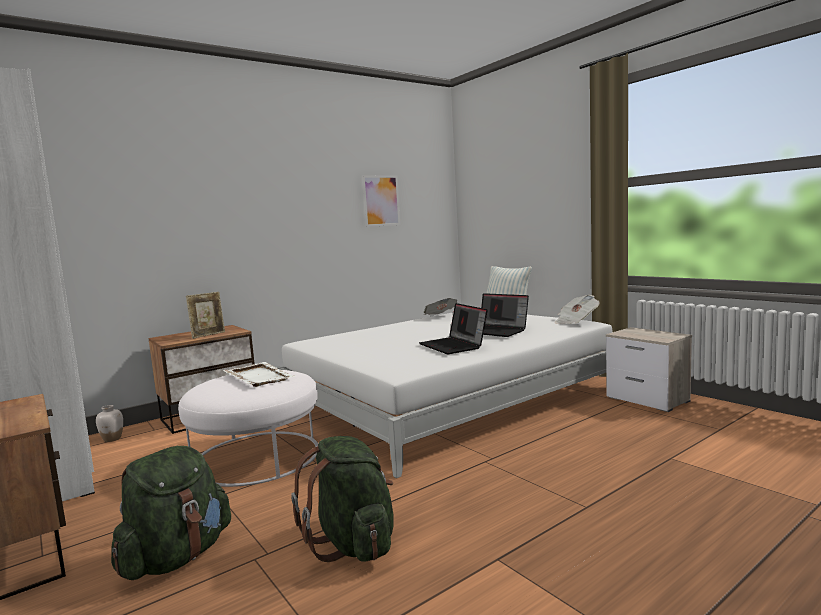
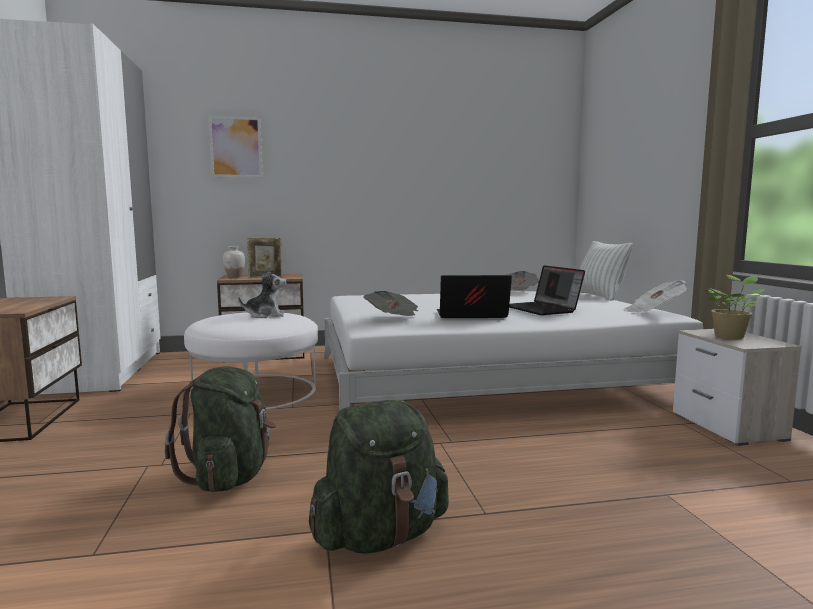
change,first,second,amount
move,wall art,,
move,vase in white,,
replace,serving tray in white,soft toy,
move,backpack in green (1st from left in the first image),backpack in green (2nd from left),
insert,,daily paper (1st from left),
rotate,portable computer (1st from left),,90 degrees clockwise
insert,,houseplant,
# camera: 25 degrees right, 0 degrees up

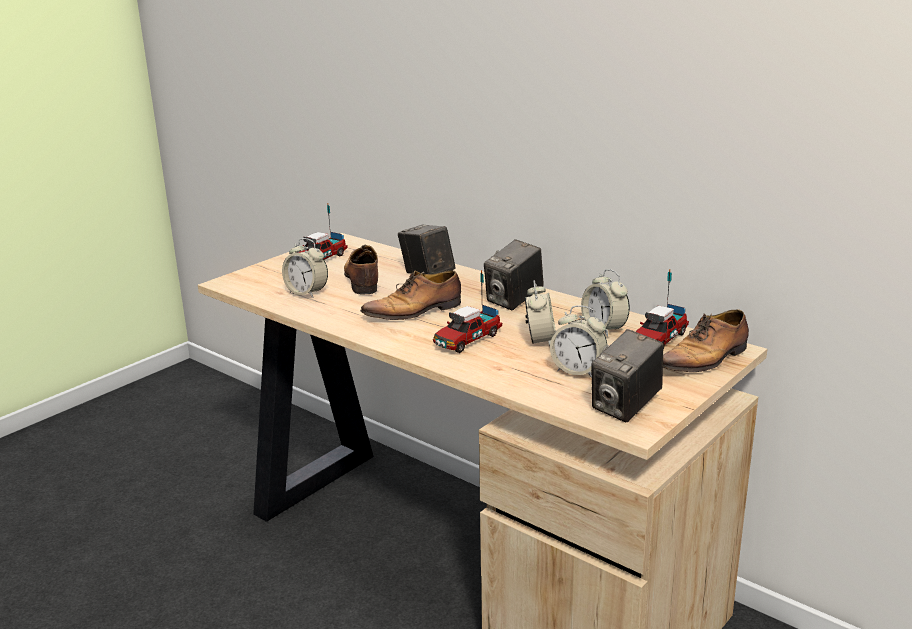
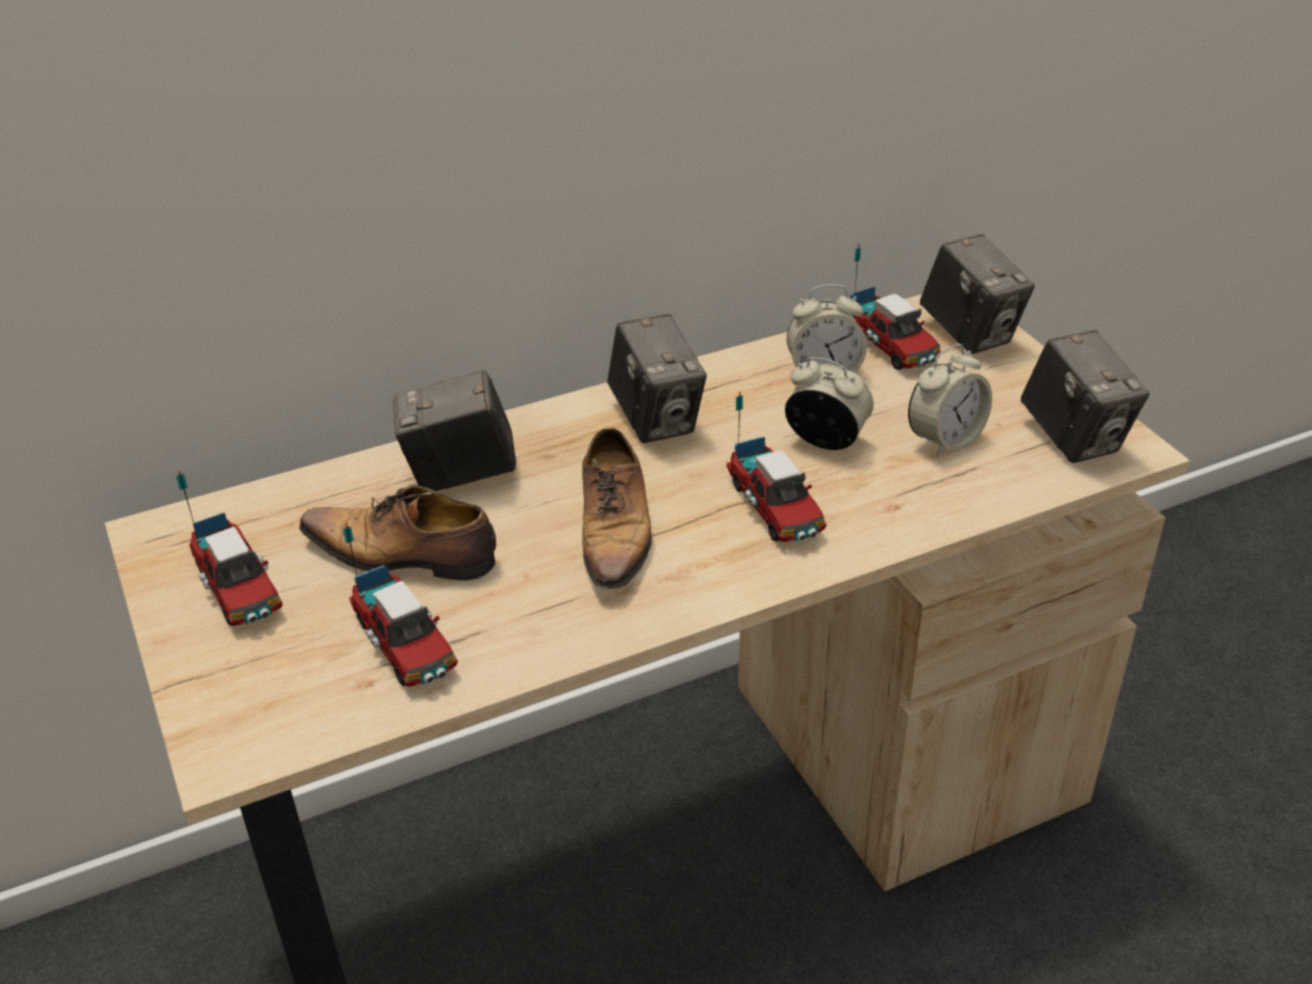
change,first,second,amount
replace,bedside clock (1st from left),toy lorry (2nd from left),
replace,item of footwear (3rd from left),photo camera (3rd from left),
# camera: 65 degrees left, 15 degrees up

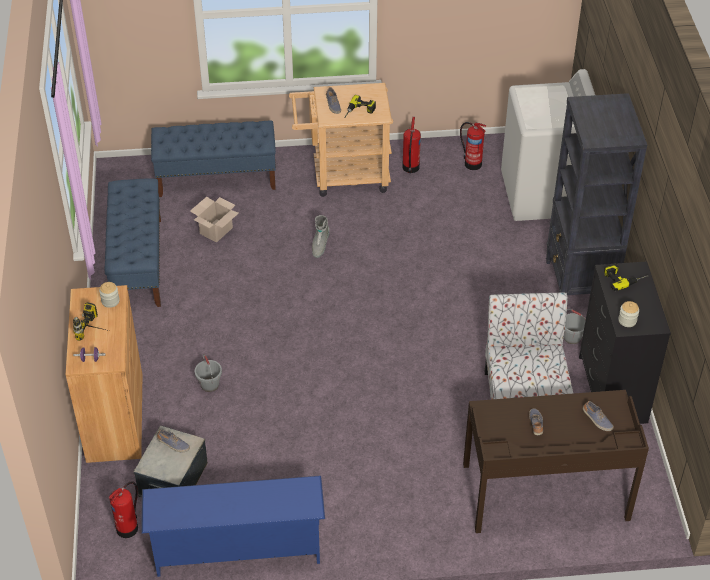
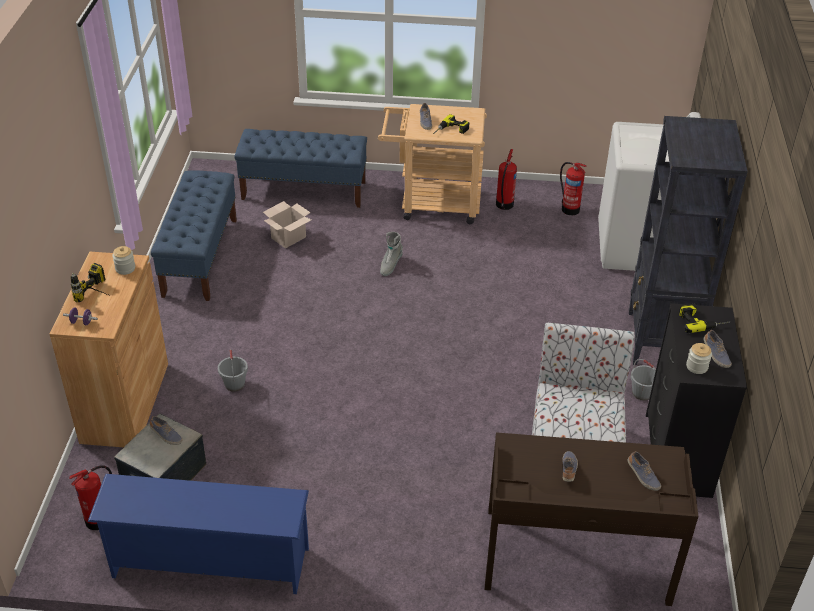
change,first,second,amount
insert,,item of footwear (5th from left),
# camera: 10 degrees right, 5 degrees down

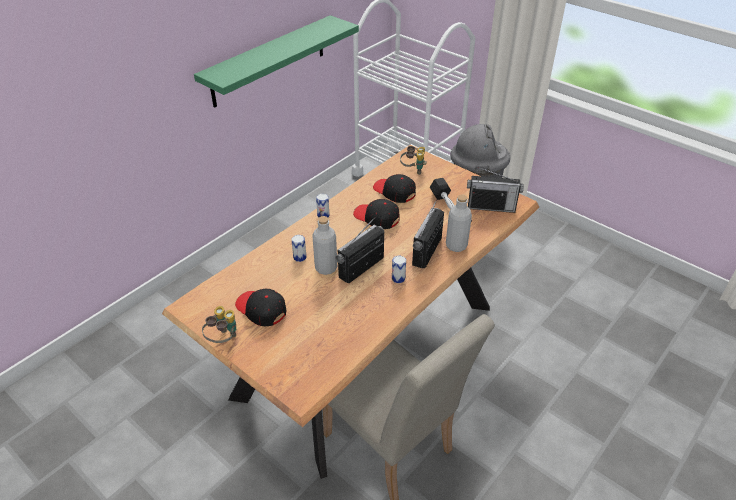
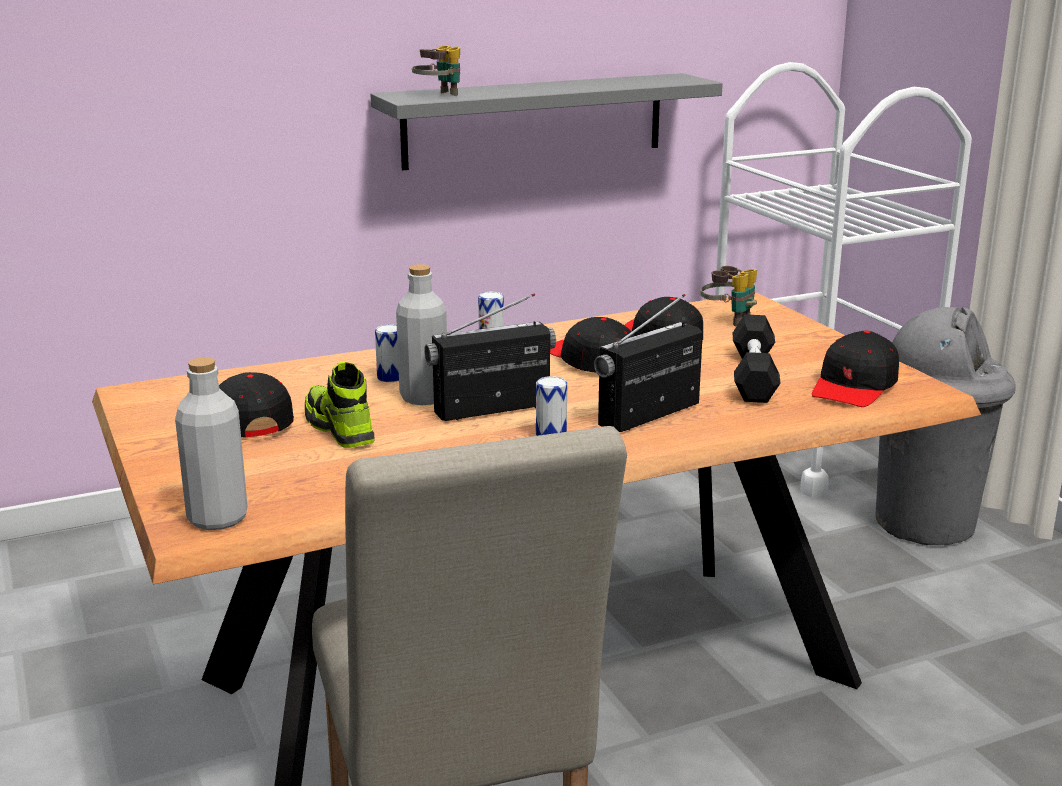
change,first,second,amount
move,beverage bottle in gray (2nd from left in the first image),beverage bottle in gray (1st from left),
insert,,item of footwear,
recolor,wall shelf in green,wall shelf in gray,
move,pair of binoculars (1st from left),,
replace,radio (3rd from left),cap in blackish (4th from left),
# camera: 25 degrees right, 20 degrees down

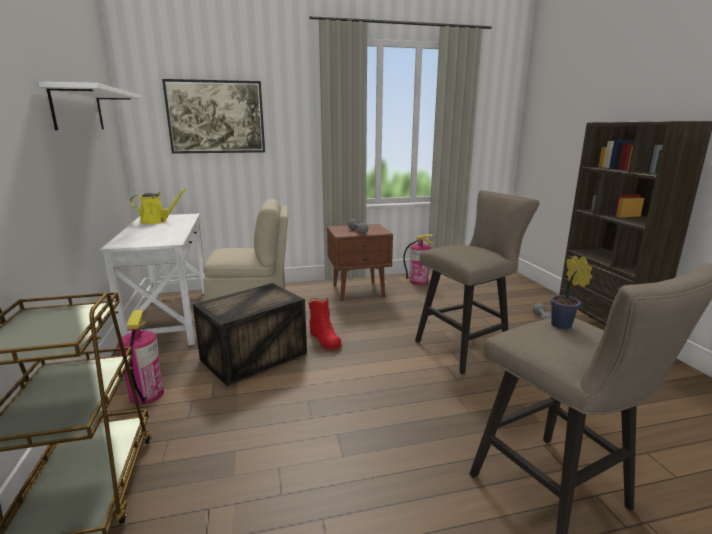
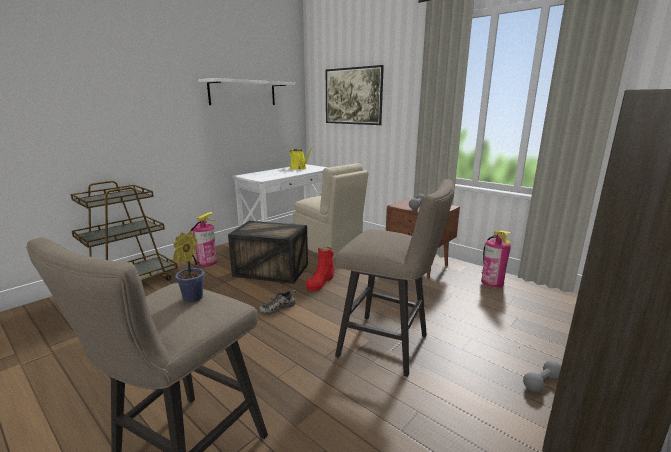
change,first,second,amount
insert,,item of footwear,
# camera: 55 degrees right, 0 degrees up

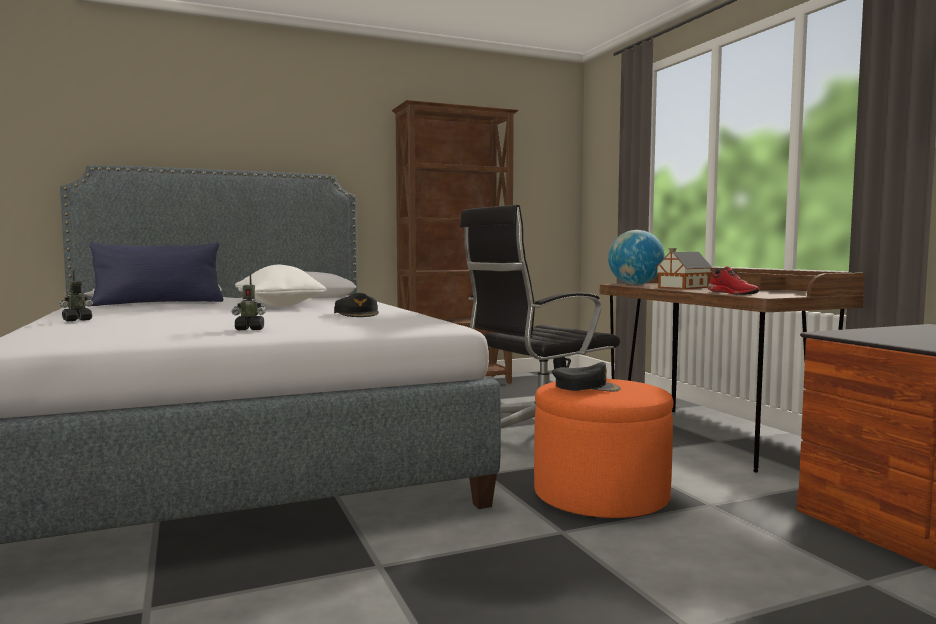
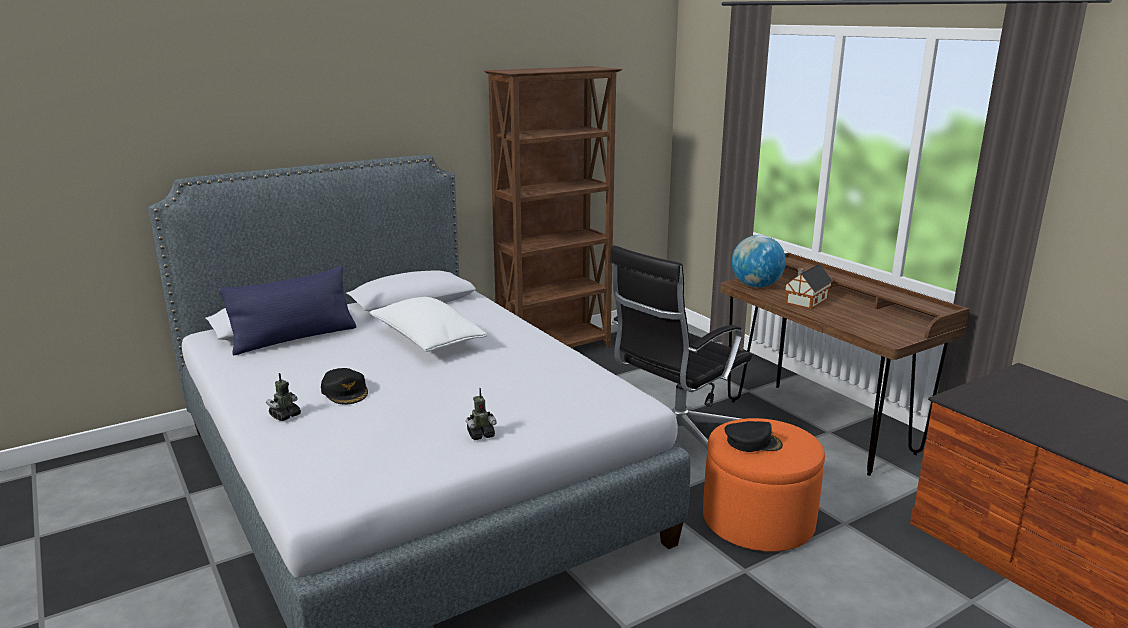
change,first,second,amount
move,cap in blackish (1st from left),,
delete,item of footwear in reddish,,
# camera: 10 degrees left, 15 degrees up

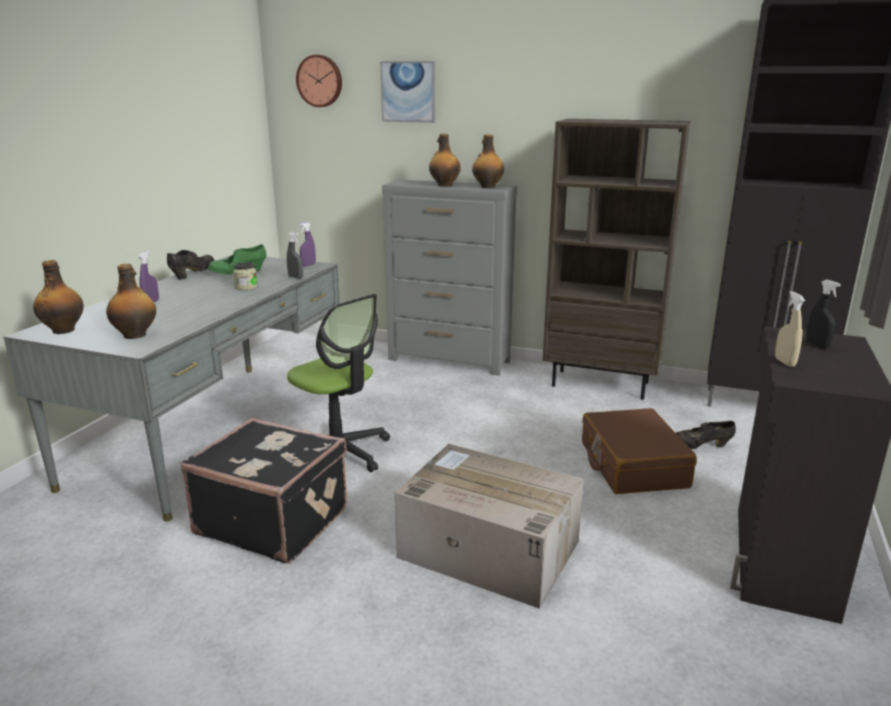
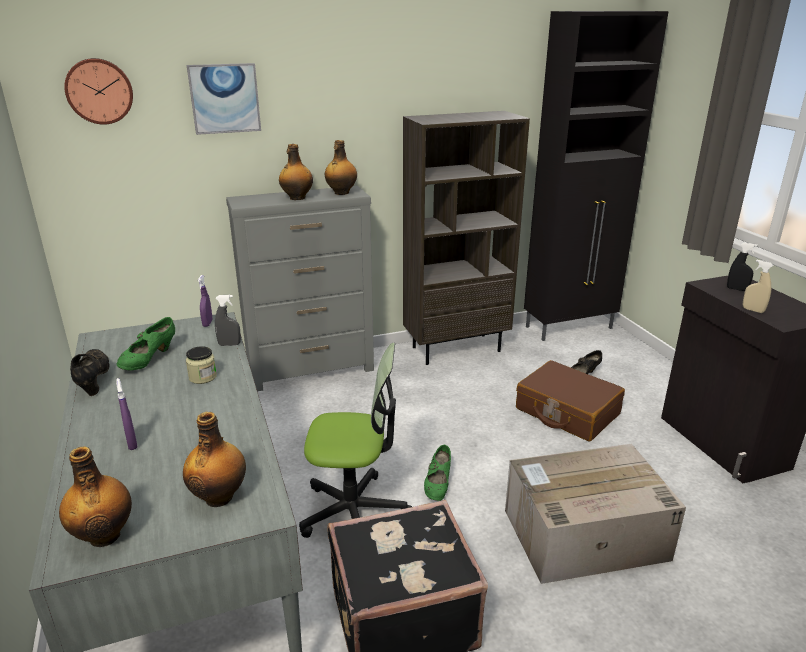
change,first,second,amount
insert,,item of footwear in green (2nd from left),
# camera: 40 degrees left, 5 degrees up

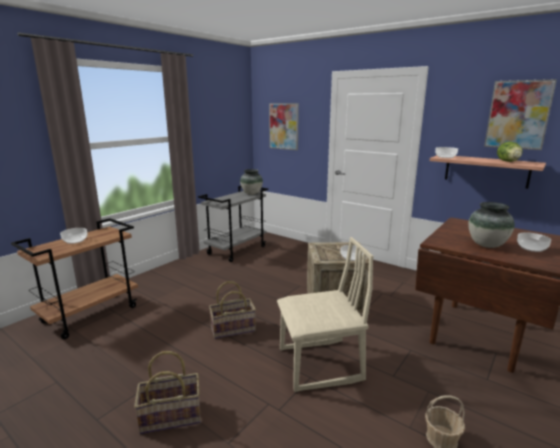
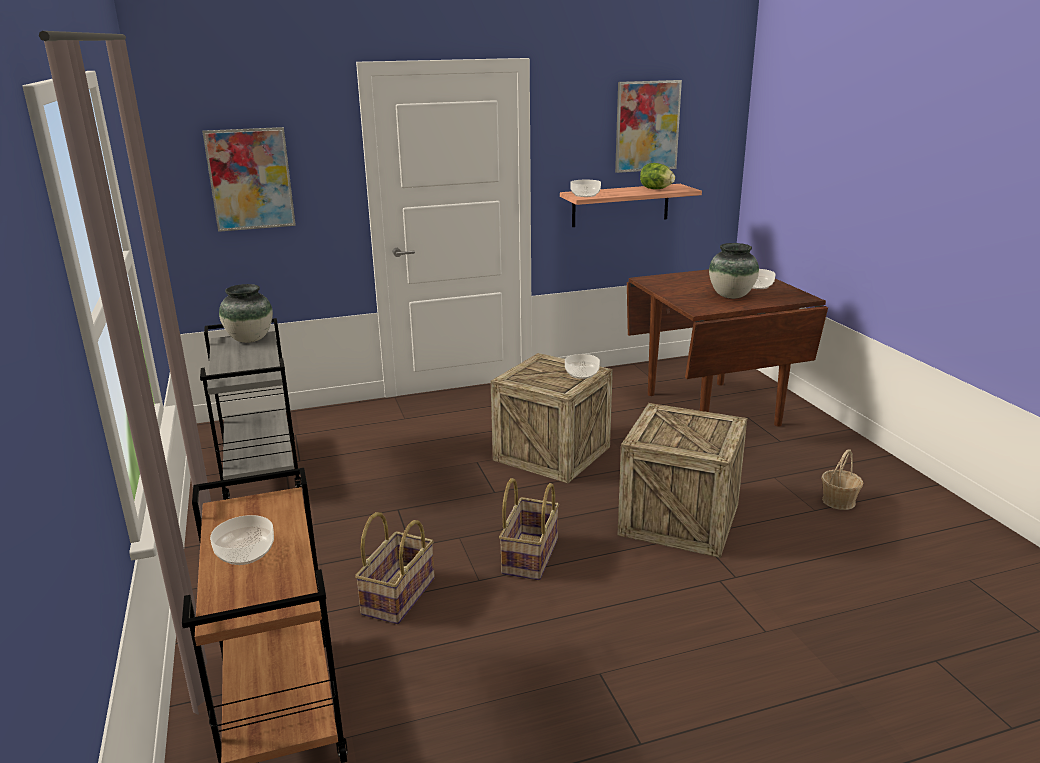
change,first,second,amount
move,household basket (1st from left),,
replace,upright chair in sand-coloured,crate (2nd from left),
# camera: 55 degrees left, 5 degrees up

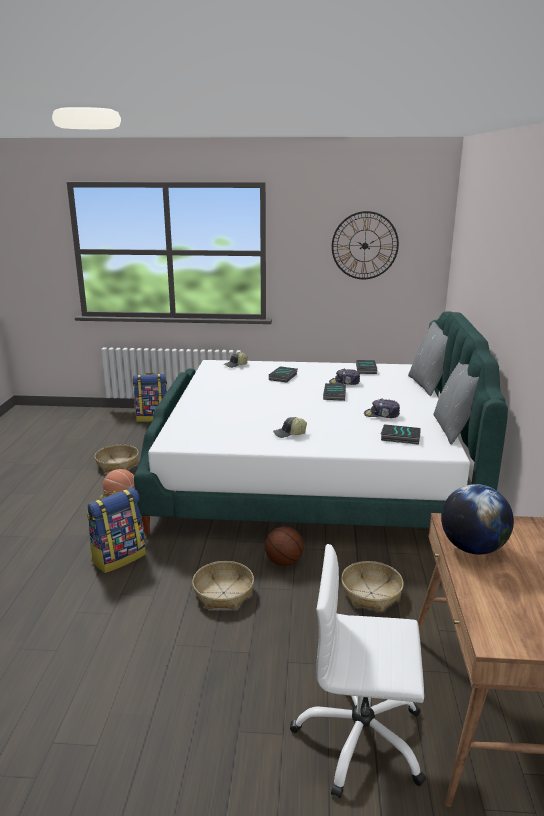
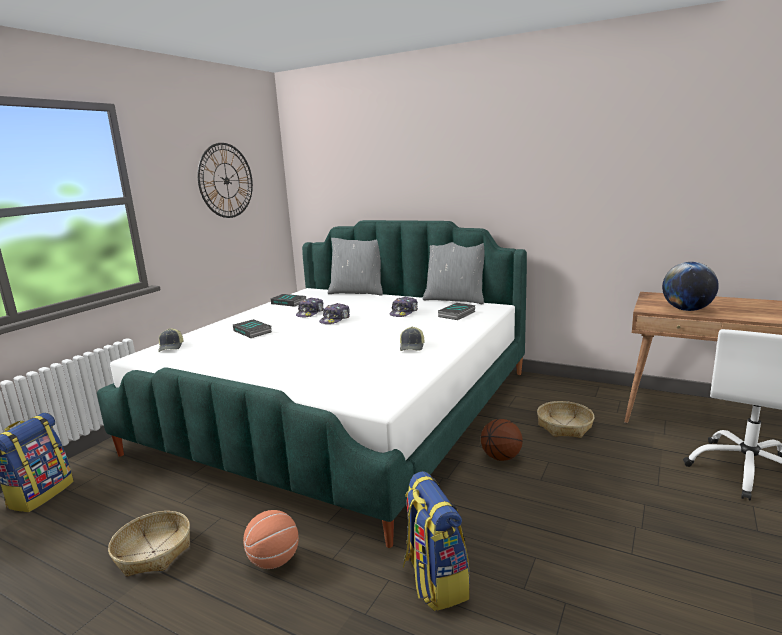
change,first,second,amount
replace,volume (2nd from left),cap (3rd from left),
delete,household basket (2nd from left),,
# camera: 65 degrees left, 5 degrees down

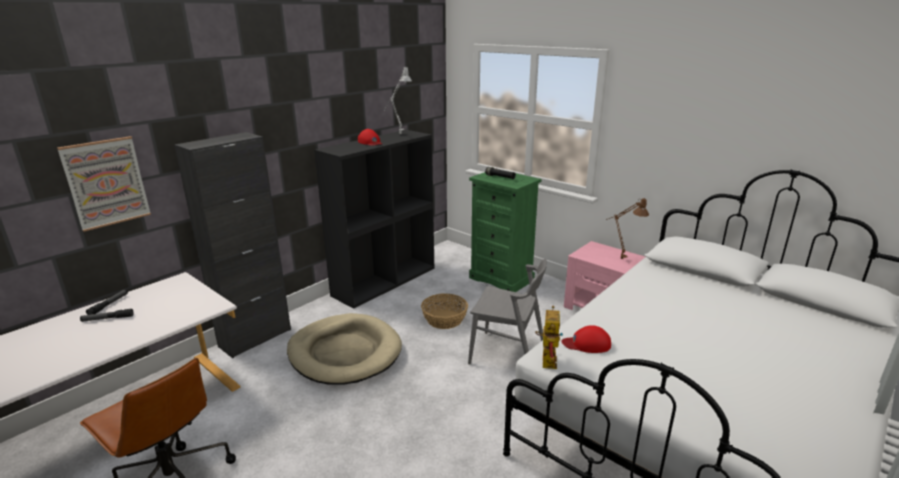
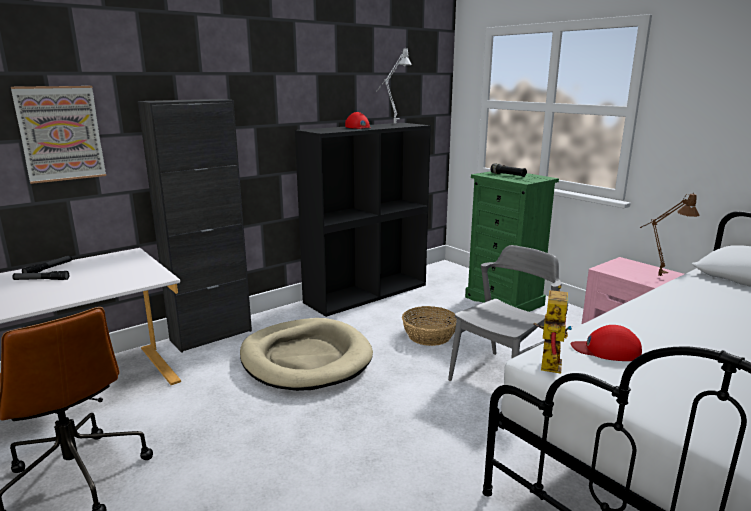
change,first,second,amount
rotate,upright chair in gray,,75 degrees counterclockwise
# camera: 10 degrees right, 5 degrees down

